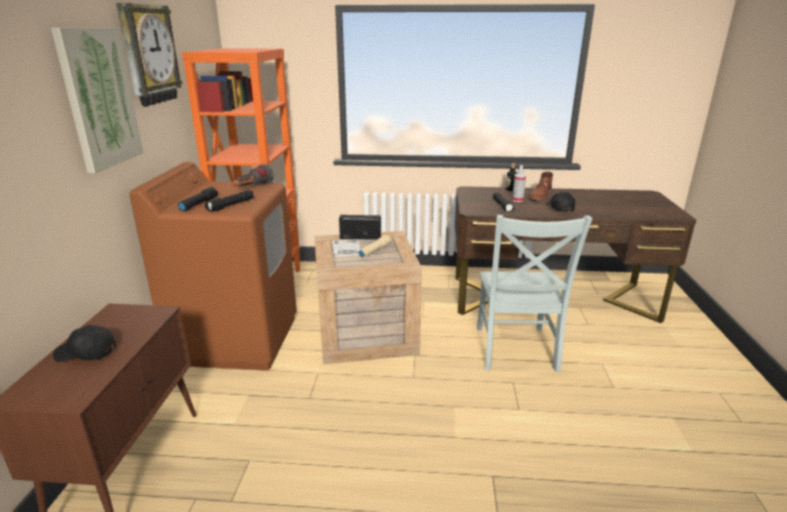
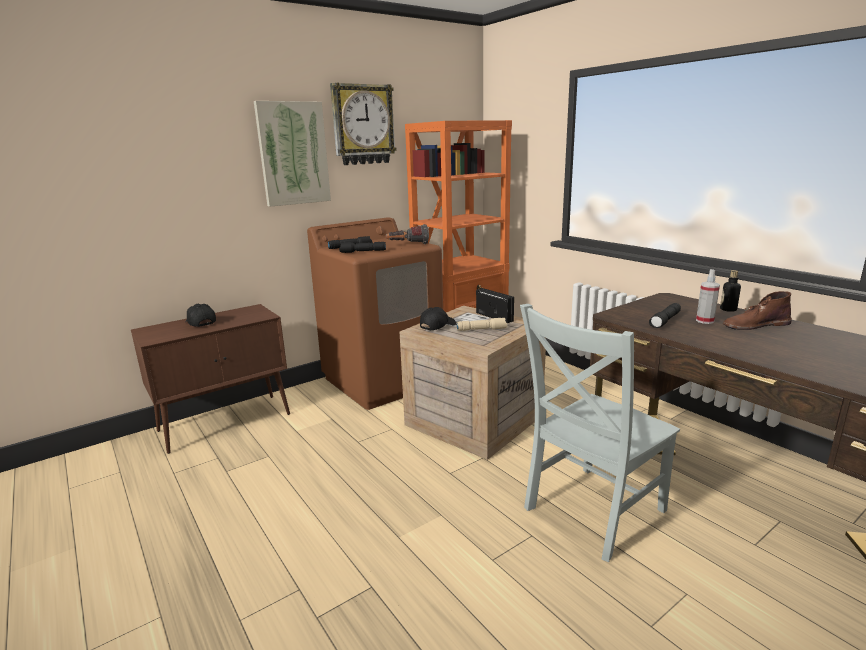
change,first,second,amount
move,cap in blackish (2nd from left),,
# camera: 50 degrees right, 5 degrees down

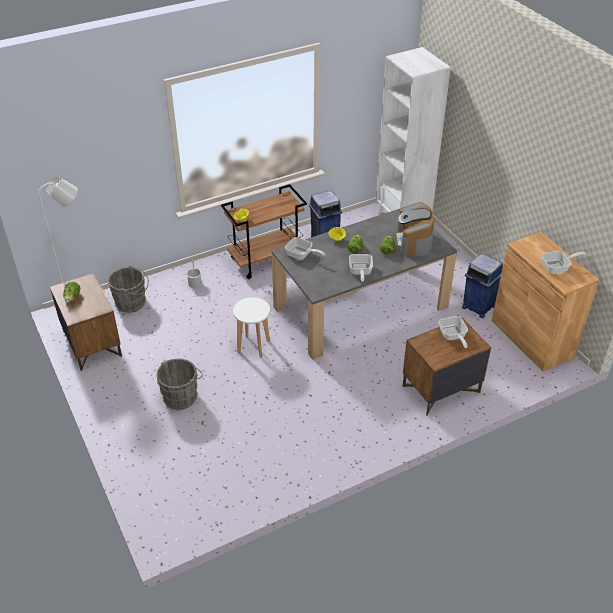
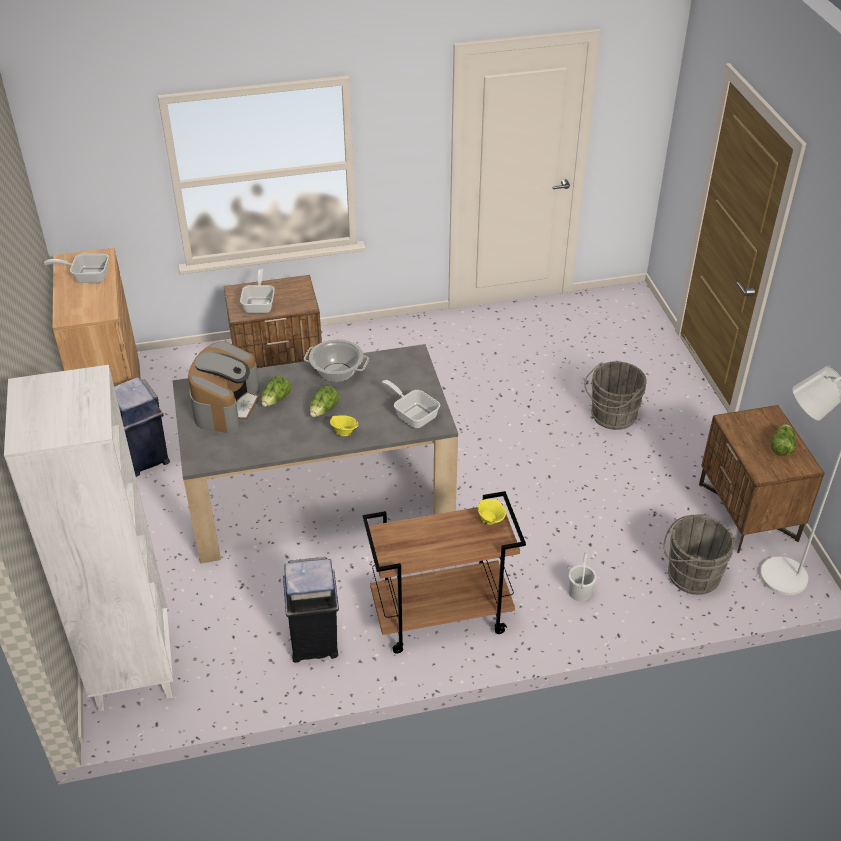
change,first,second,amount
replace,frying pan (2nd from left),saucepot,
delete,stool seat in white,,
# camera: 165 degrees left, 0 degrees up

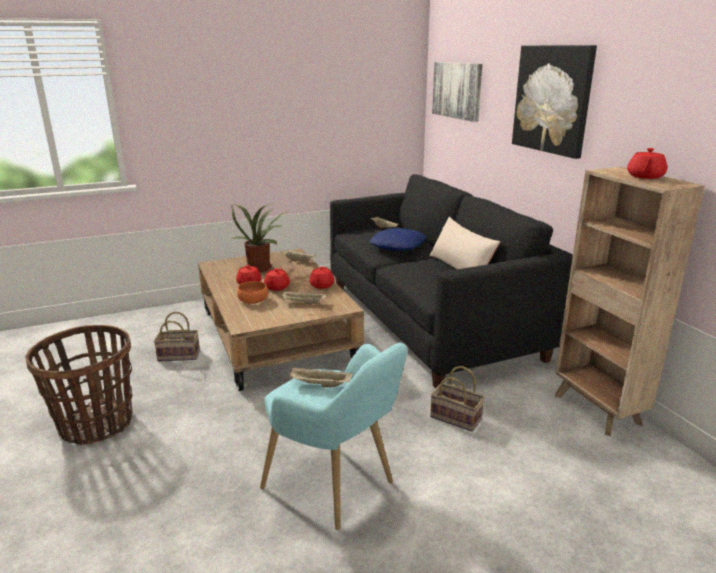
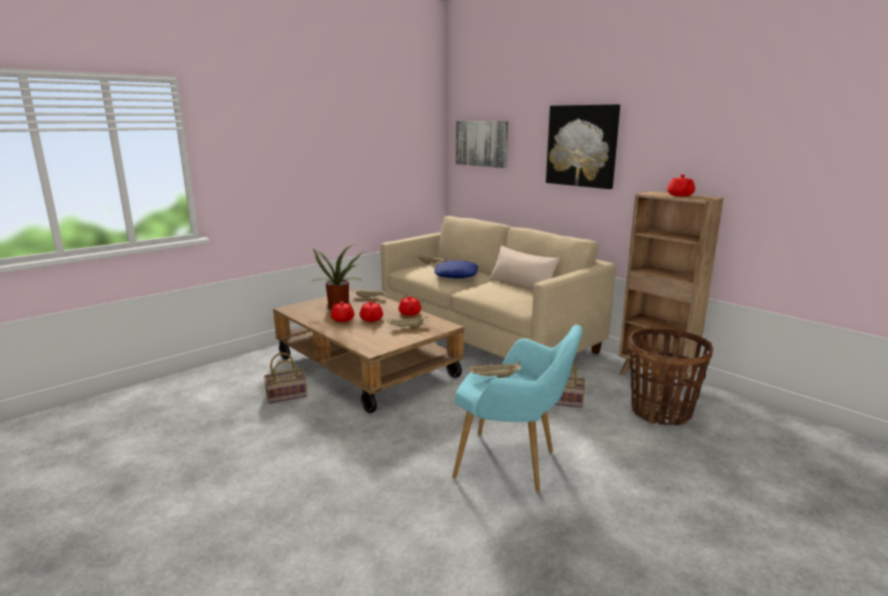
change,first,second,amount
recolor,settee in blackish,settee in sand-coloured,
move,household basket (1st from left in the first image),household basket (3rd from left),
delete,bowl in orangey,,
# camera: 20 degrees left, 5 degrees down

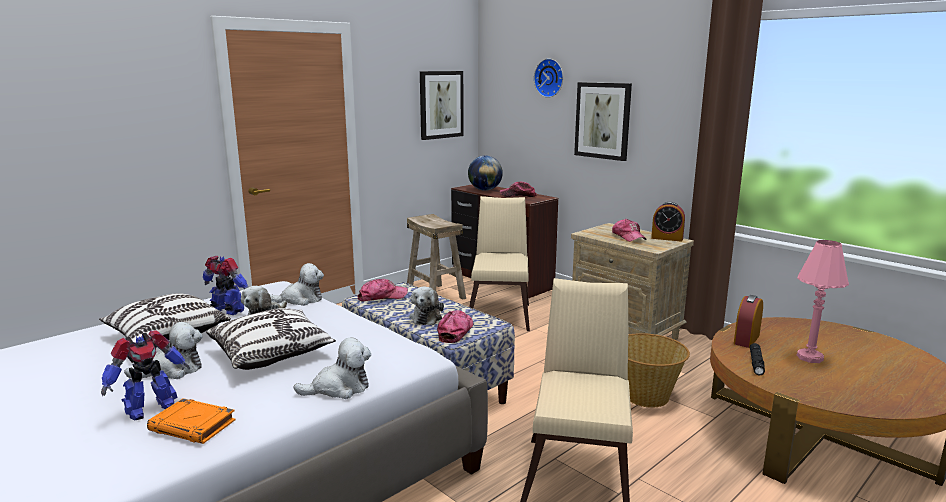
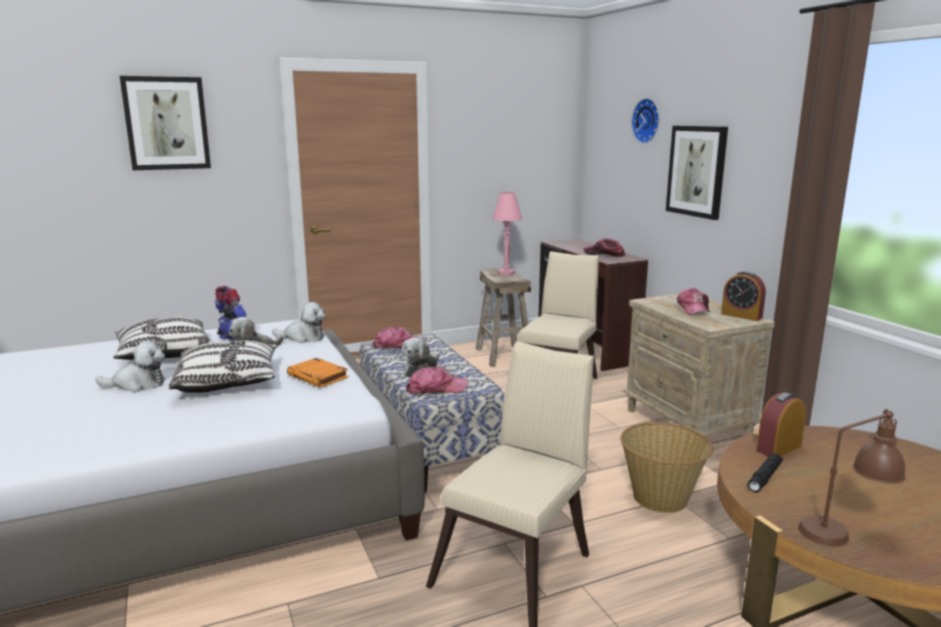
change,first,second,amount
move,wall art (1st from left),,
move,volume in orangey,,
rotate,cap (2nd from left),,45 degrees clockwise
move,table lamp in pink-coloured,,
insert,,table lamp in brownish,
delete,model robot (1st from left),,
delete,soft toy (4th from left),,
delete,desk globe,,
# camera: 20 degrees right, 0 degrees up

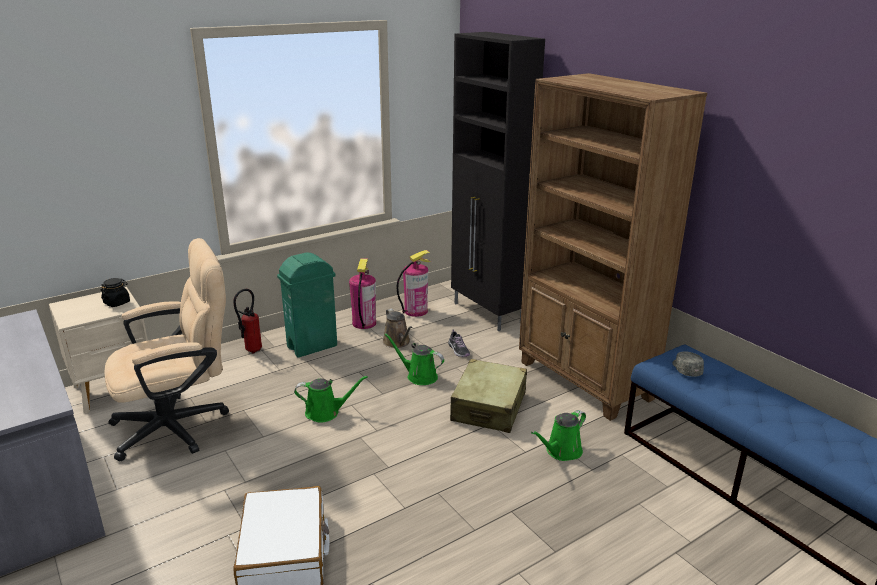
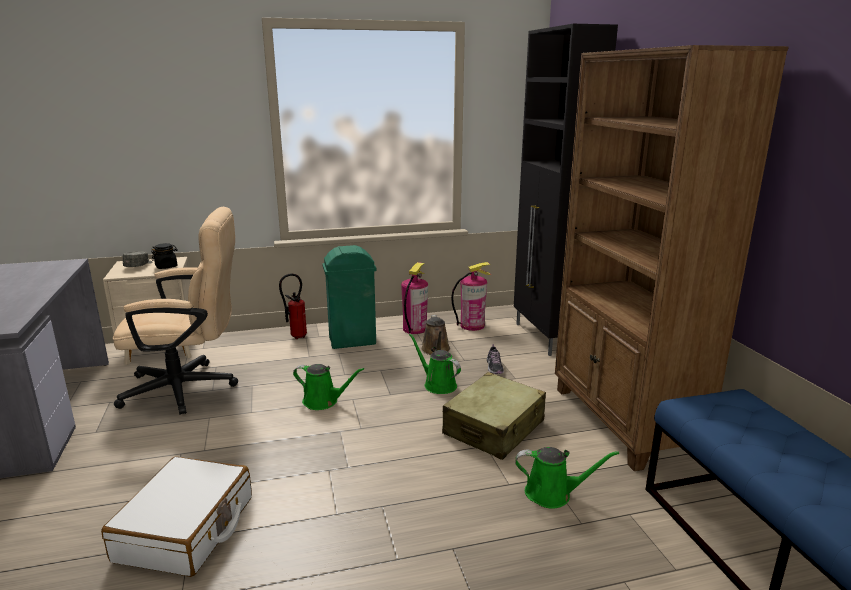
change,first,second,amount
move,cap in gray,,
rotate,sprinkling can in green (3rd from left),,150 degrees counterclockwise
# camera: 20 degrees right, 5 degrees down

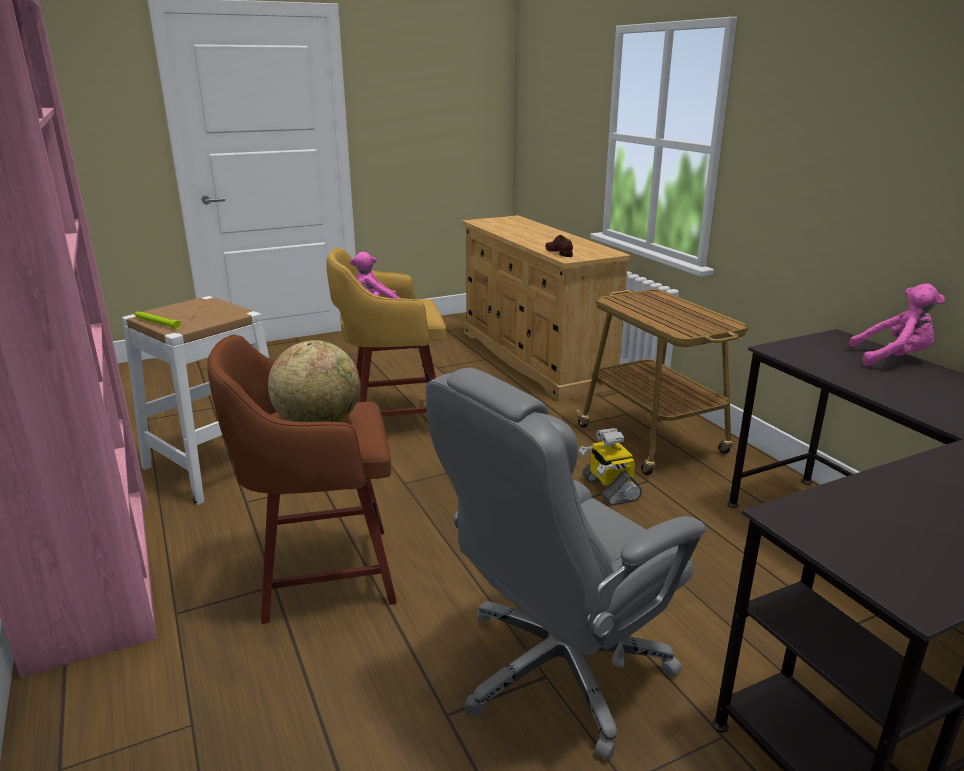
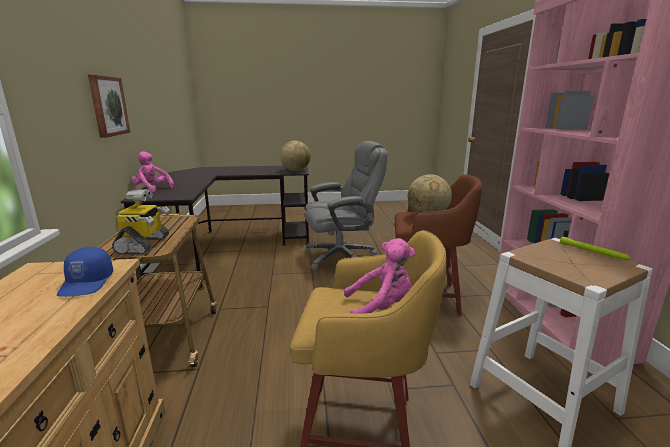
change,first,second,amount
replace,item of footwear in brownish,cap in bluish,
insert,,wall art,
move,model robot,,
insert,,desk globe (1st from left),
# camera: 160 degrees left, 5 degrees down

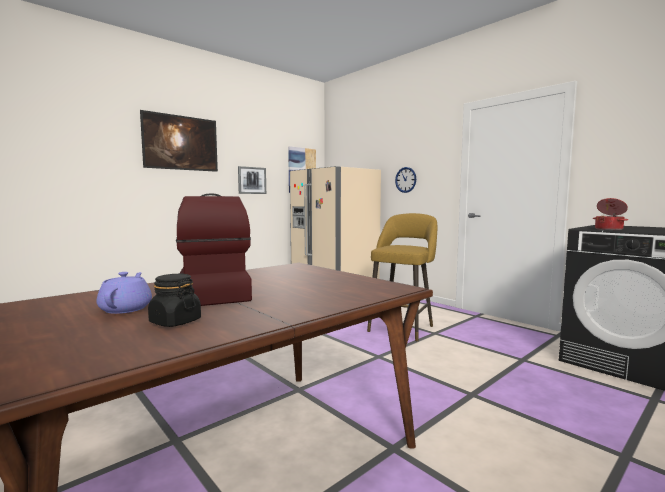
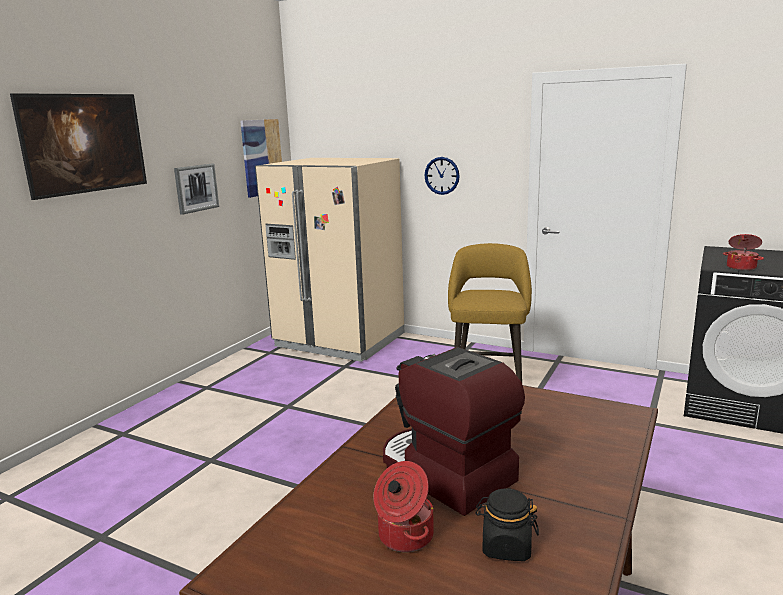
change,first,second,amount
replace,teapot in purplish,saucepot (1st from left),
# camera: 20 degrees left, 10 degrees up

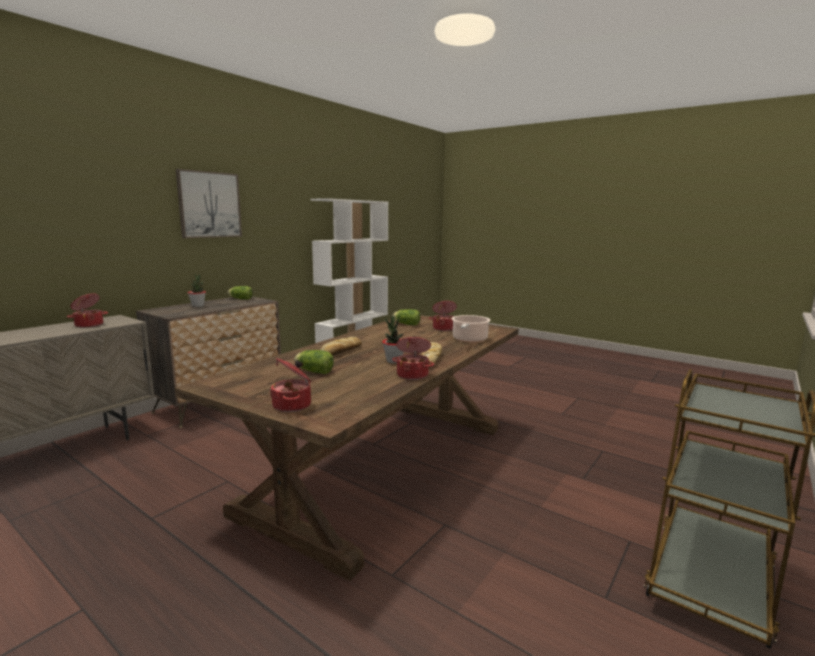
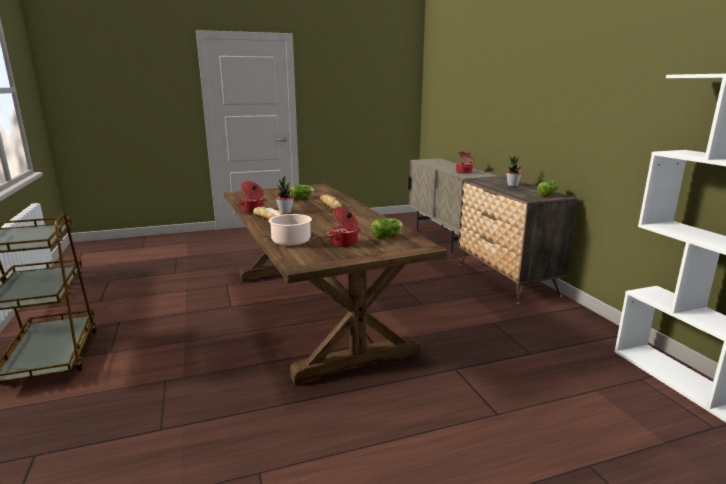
change,first,second,amount
delete,wall art,,
delete,saucepot (2nd from left),,
# camera: 125 degrees right, 5 degrees up

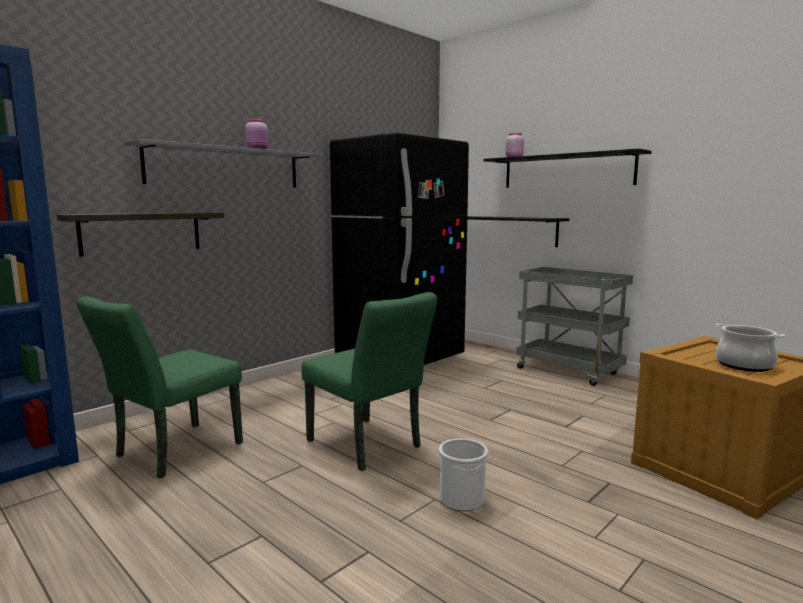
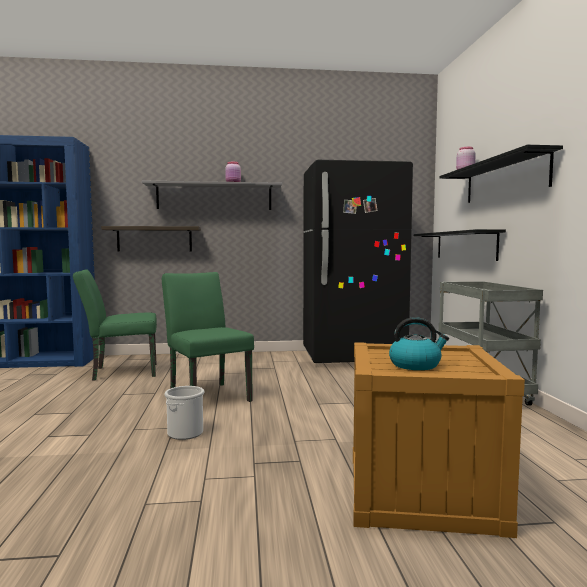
change,first,second,amount
rotate,upright chair in green (2nd from left),,150 degrees clockwise
replace,saucepot,water kettle,
# camera: 40 degrees right, 5 degrees down

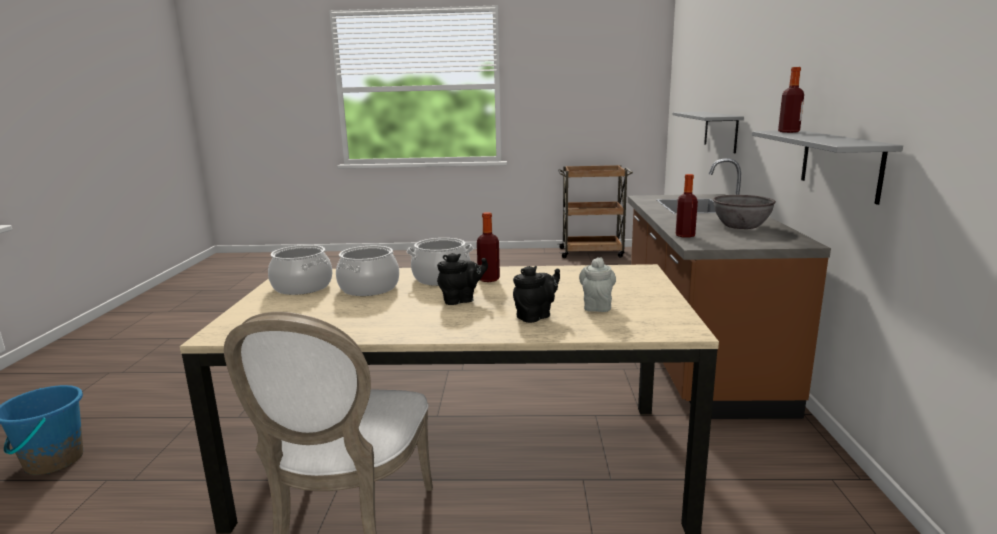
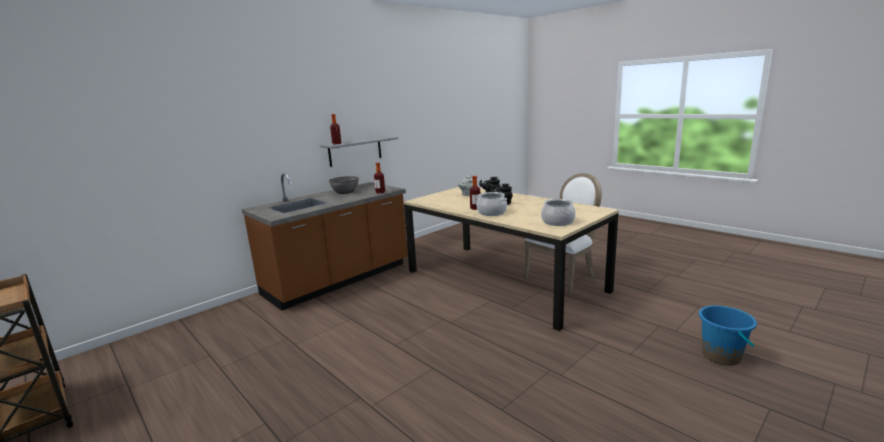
change,first,second,amount
delete,saucepot (2nd from left),,
delete,wall shelf in gray (1st from left),,
# camera: 135 degrees left, 0 degrees up

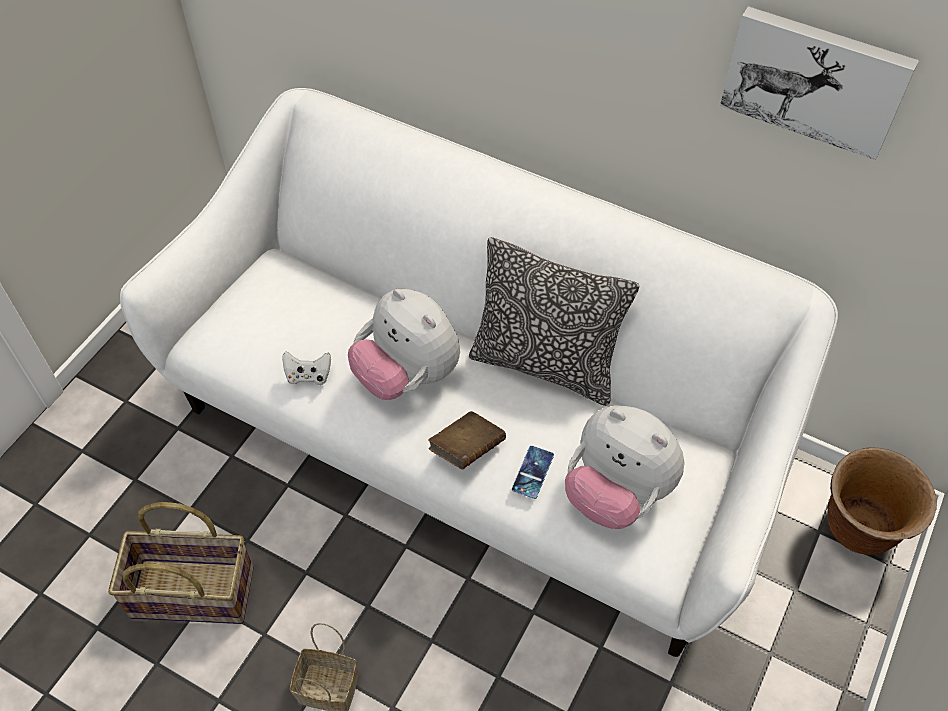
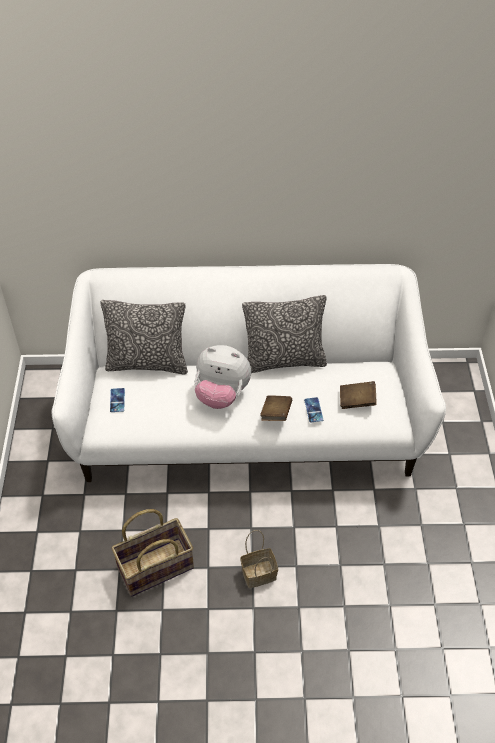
change,first,second,amount
insert,,pillow (1st from left),
insert,,phone (1st from left),
replace,soft toy (2nd from left),volume in brownish (2nd from left),
delete,joypad in white,,
delete,wall art,,
delete,flower pot in brownish,,
# camera: 30 degrees left, 5 degrees down

